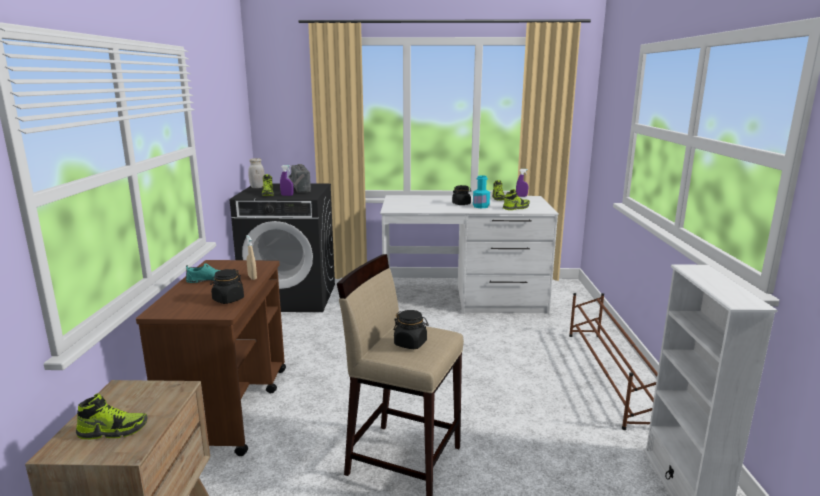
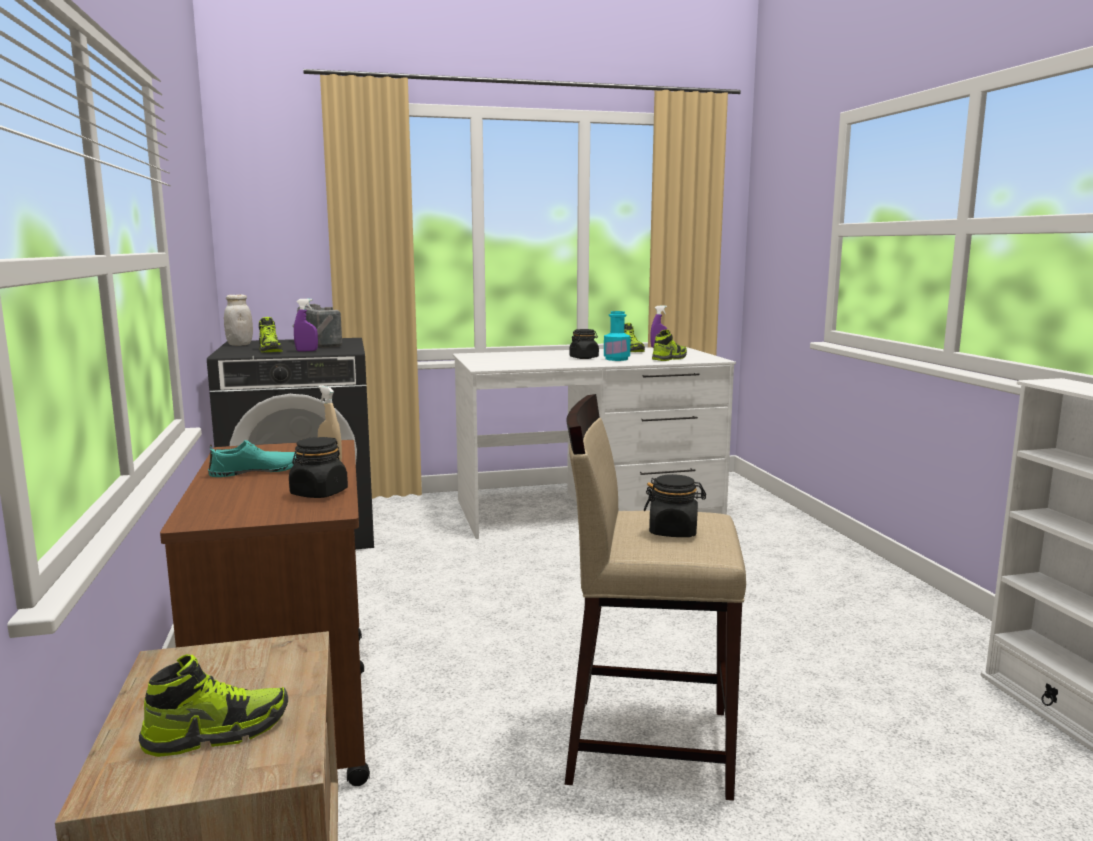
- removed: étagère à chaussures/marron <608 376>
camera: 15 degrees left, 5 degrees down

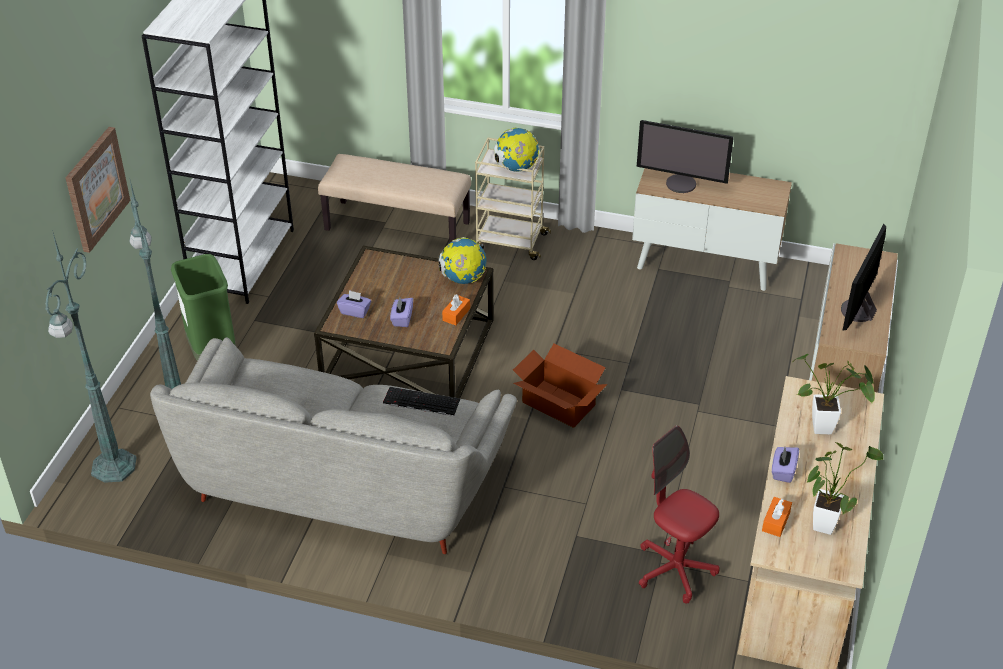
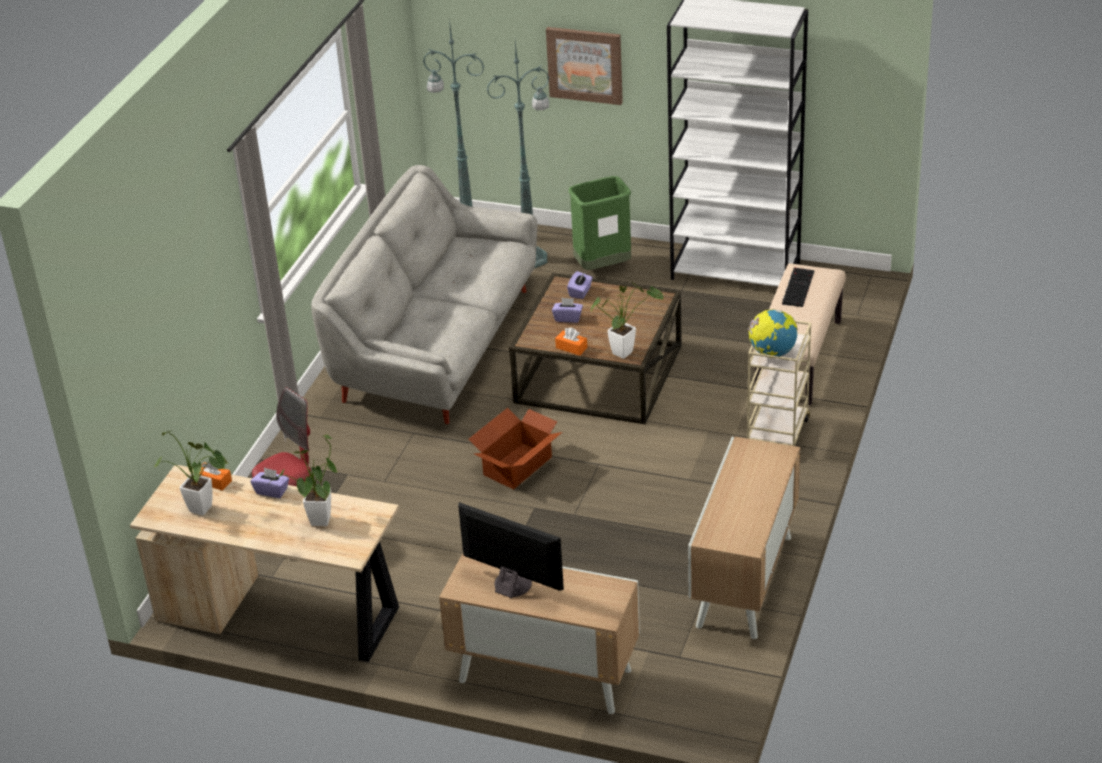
- moved: clavier <420 402> to <797 287>
- replaced: globe <463 279> to plante en pot <625 351>
- removed: écran d'ordinateur <681 183>
camera: 95 degrees right, 5 degrees down

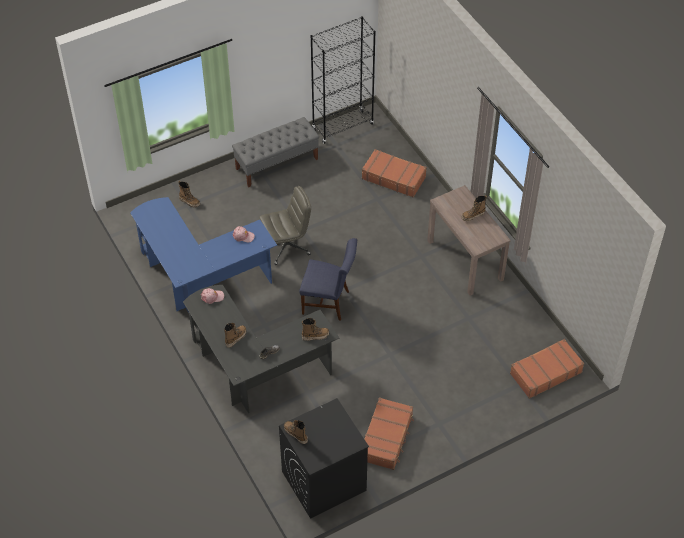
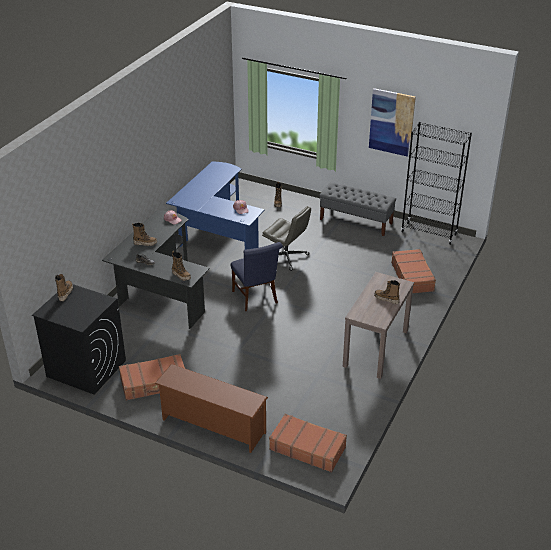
- added: étagère à chaussures/marron <212 426>
- added: tableau <391 122>
camera: 55 degrees right, 15 degrees down

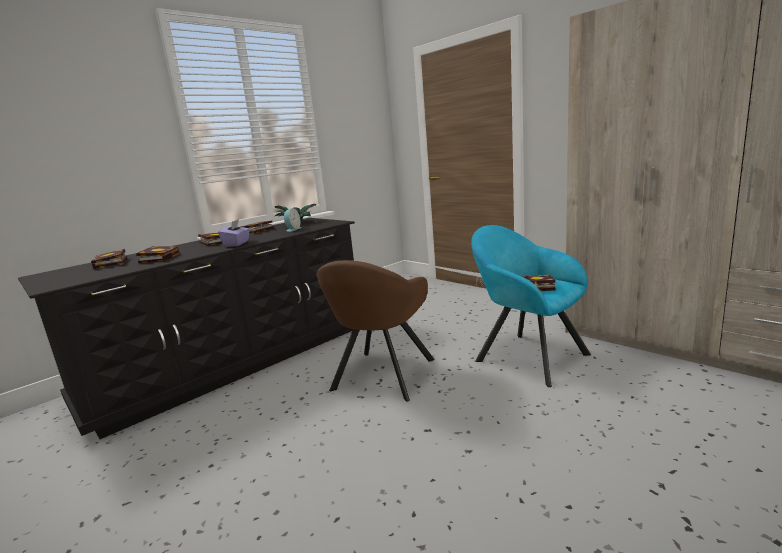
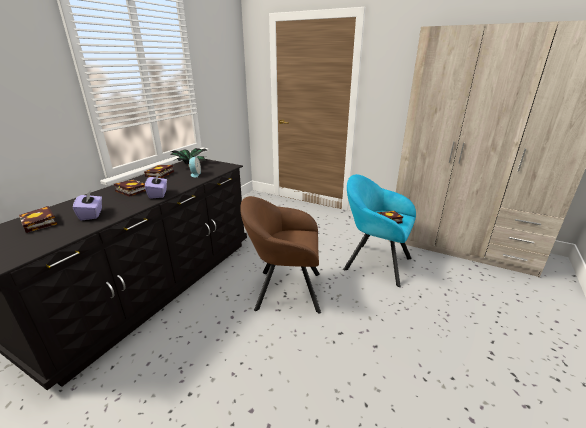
- replaced: livre <159 258> to boîte à mouchoirs/violet <92 214>
- turned: fauteuil/marron <381 377> = <284 290> 90 degrees clockwise
camera: 20 degrees left, 10 degrees up

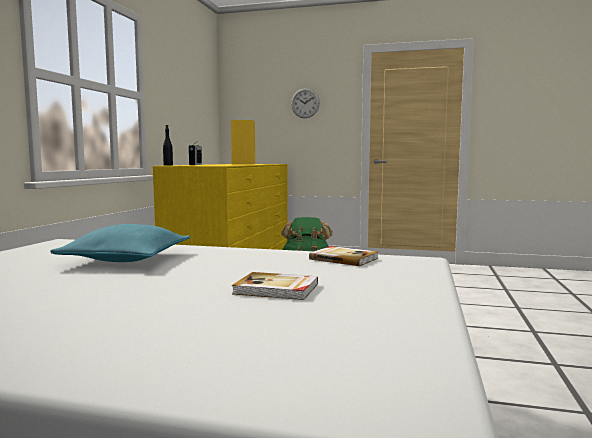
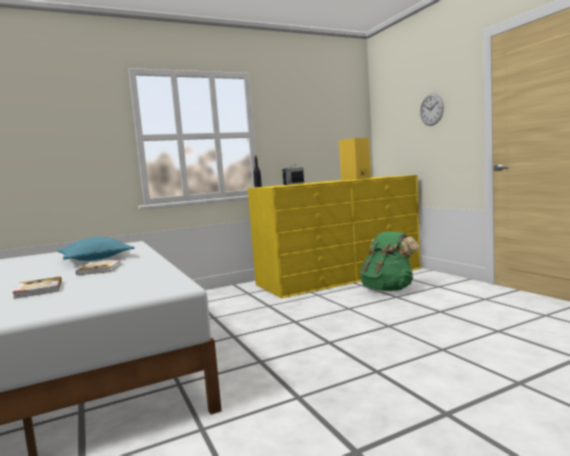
- moved: livre <344 258> to <100 269>
camera: 50 degrees right, 0 degrees up

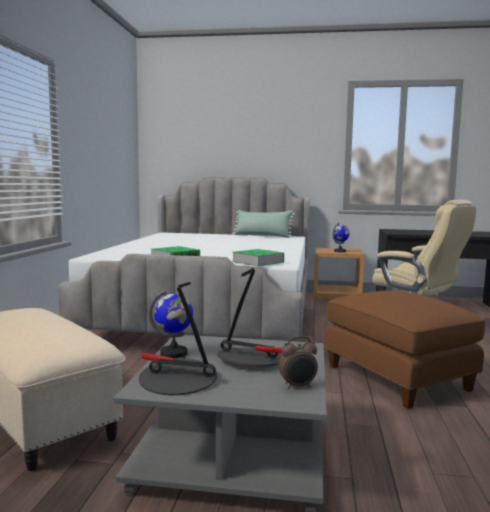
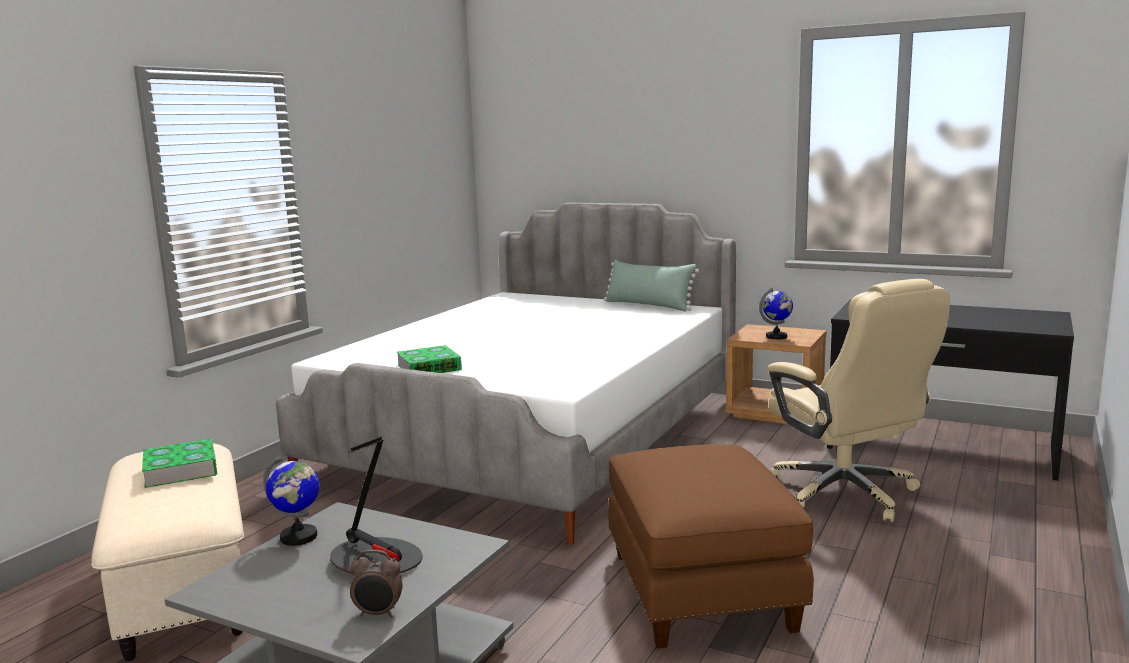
- removed: lampe de table <178 380>
- moved: livre <258 262> to <181 470>
camera: 20 degrees right, 5 degrees up

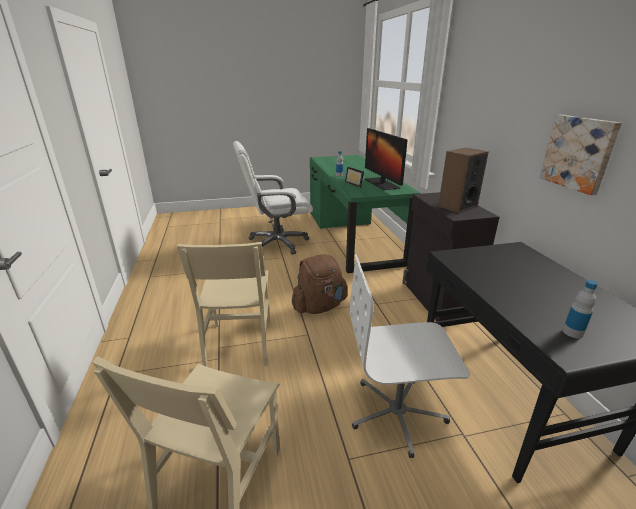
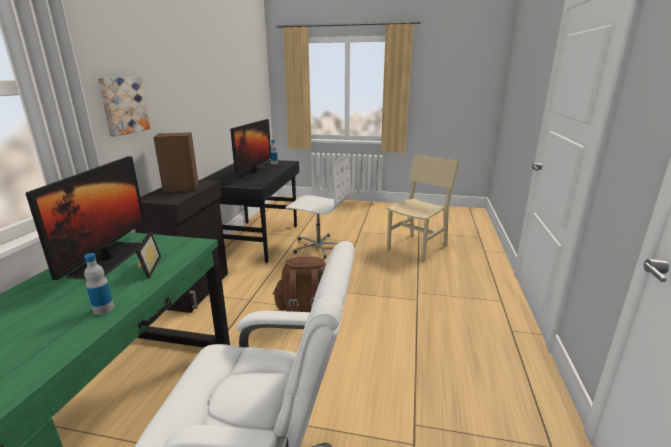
- removed: chaise/beige <239 343>
- moved: tableau <579 153> to <123 105>
- added: écran d'ordinateur <255 173>
camera: 155 degrees left, 5 degrees down

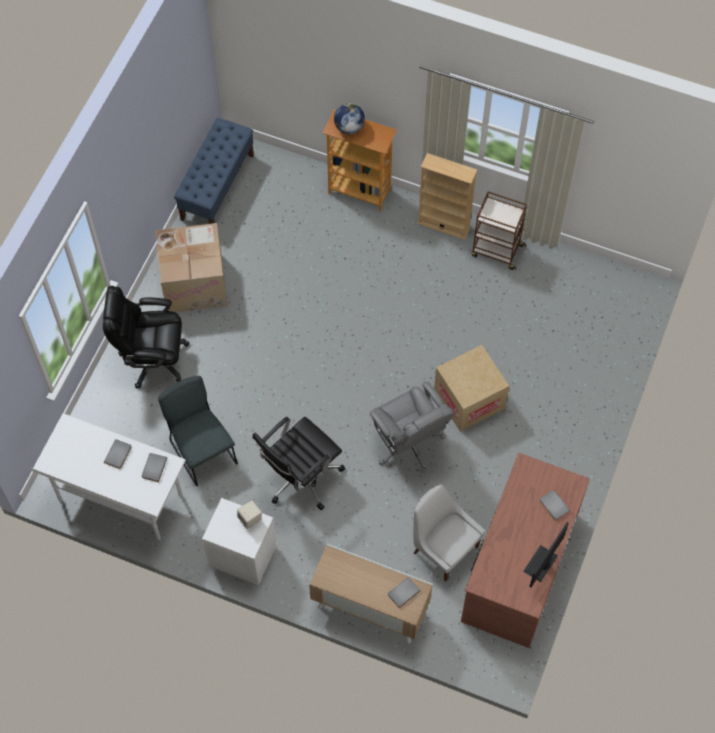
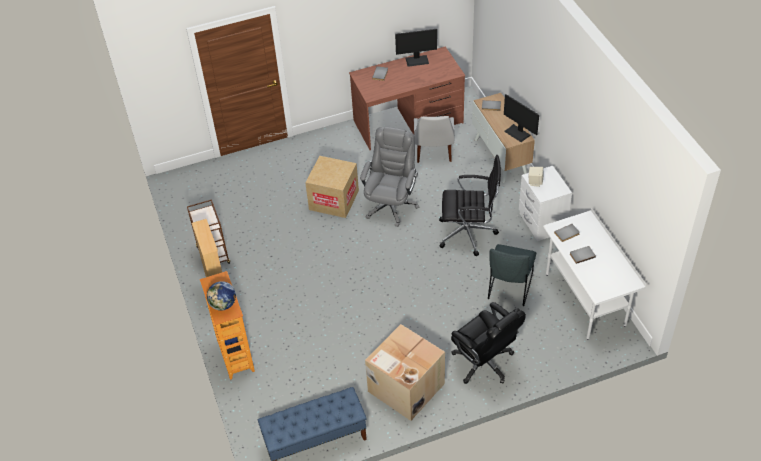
- added: écran d'ordinateur <517 133>
camera: 130 degrees left, 15 degrees down

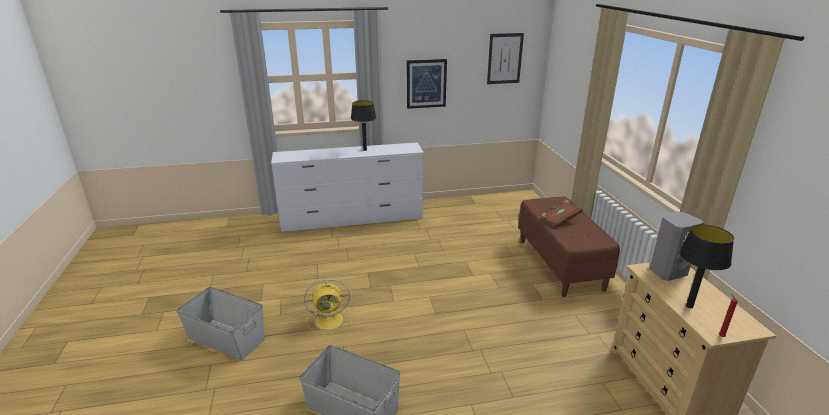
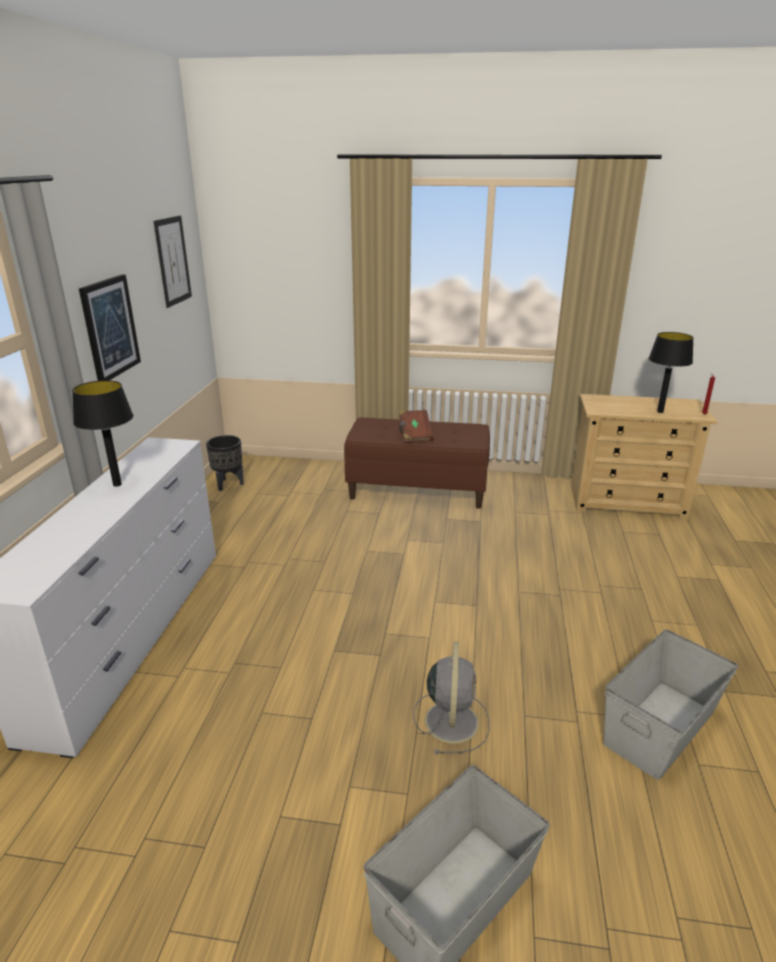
- recoloured: ventilateur/jaune <330 320> to ventilateur/gris <451 720>
- removed: enceinte/gris <666 272>
- added: cache-pot/noir <228 484>
camera: 70 degrees left, 0 degrees up

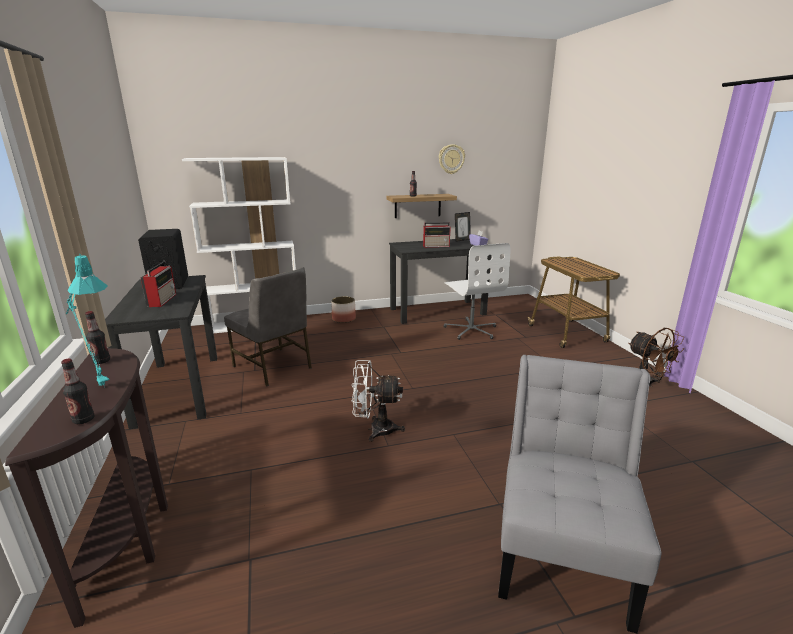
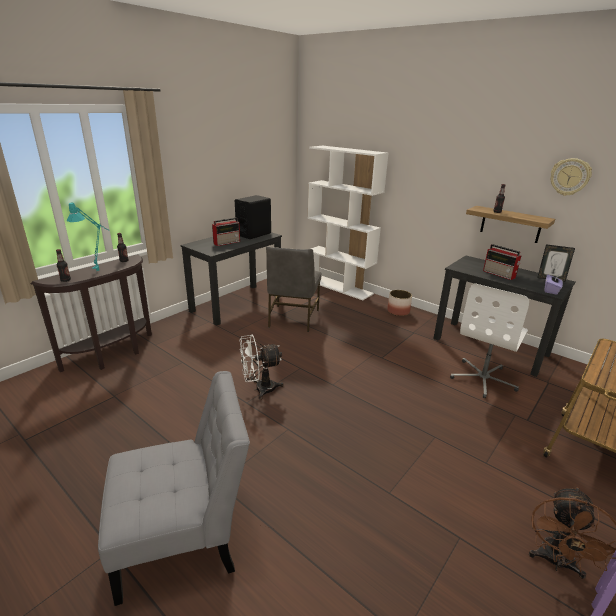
- turned: ventilateur/blanc <375 429> = <260 389> 75 degrees counterclockwise
camera: 55 degrees right, 5 degrees up

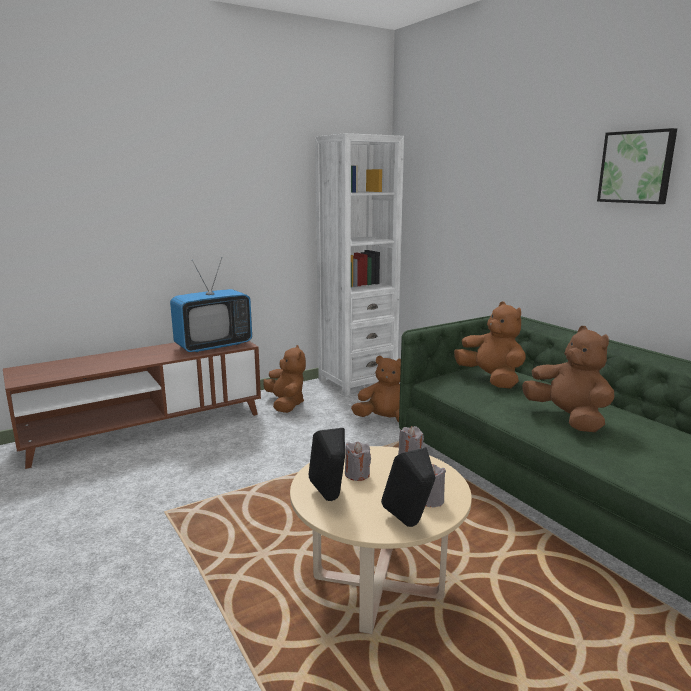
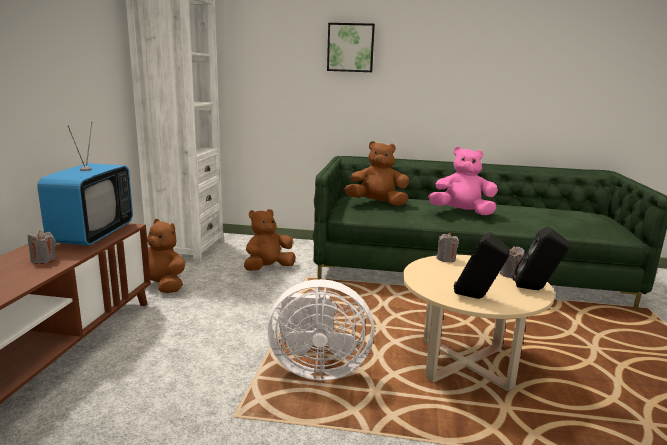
- moved: bougie/gris <357 474> to <44 260>
- recoloured: peluche/marron <567 418> to peluche/rose <461 212>
- moved: tableau <637 167> to <350 48>
- added: ventilateur/blanc <316 368>
camera: 50 degrees left, 0 degrees up

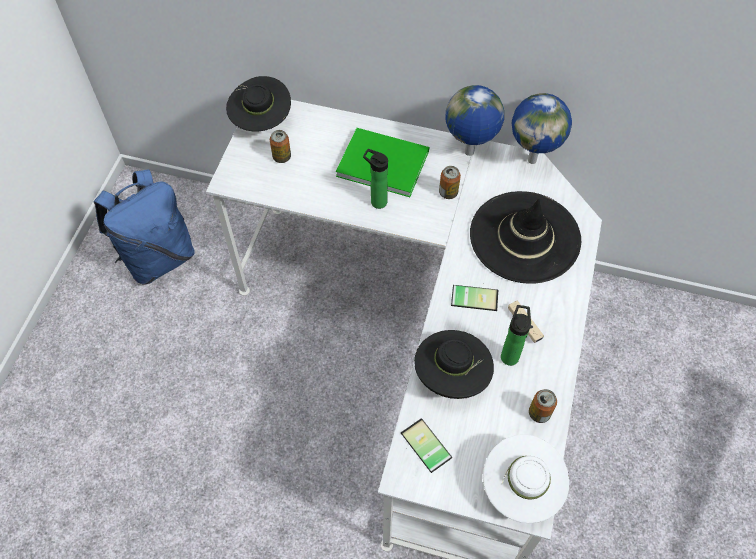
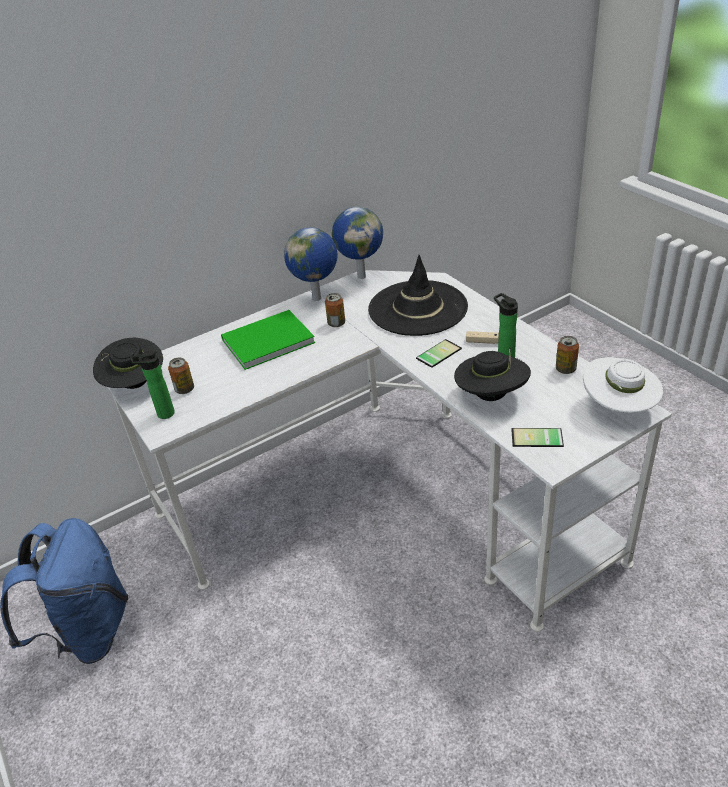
- moved: bouteille <376 201> to <163 414>
camera: 45 degrees left, 20 degrees down

